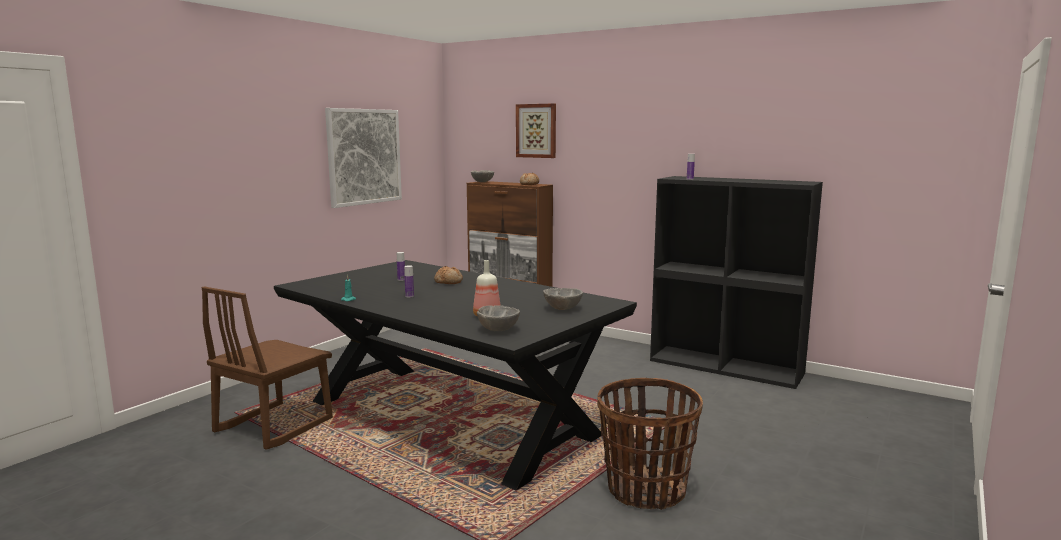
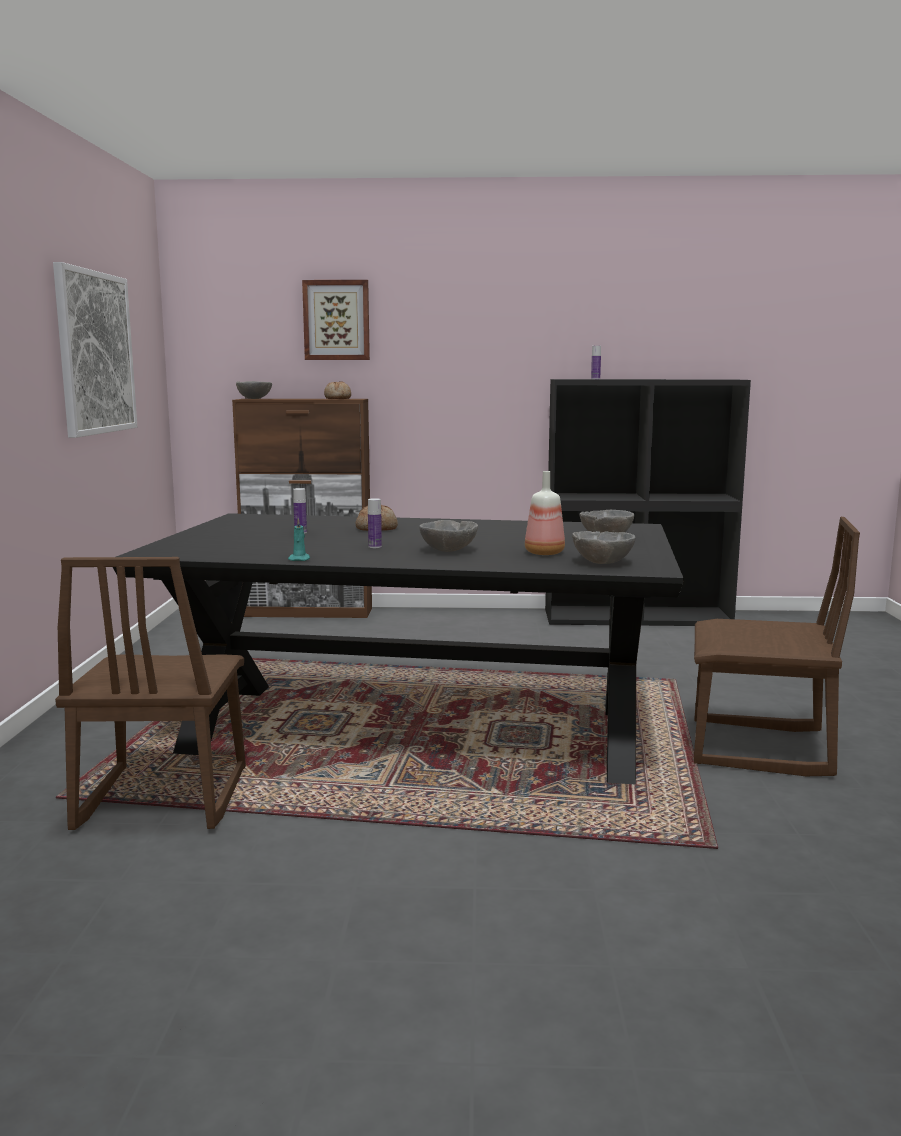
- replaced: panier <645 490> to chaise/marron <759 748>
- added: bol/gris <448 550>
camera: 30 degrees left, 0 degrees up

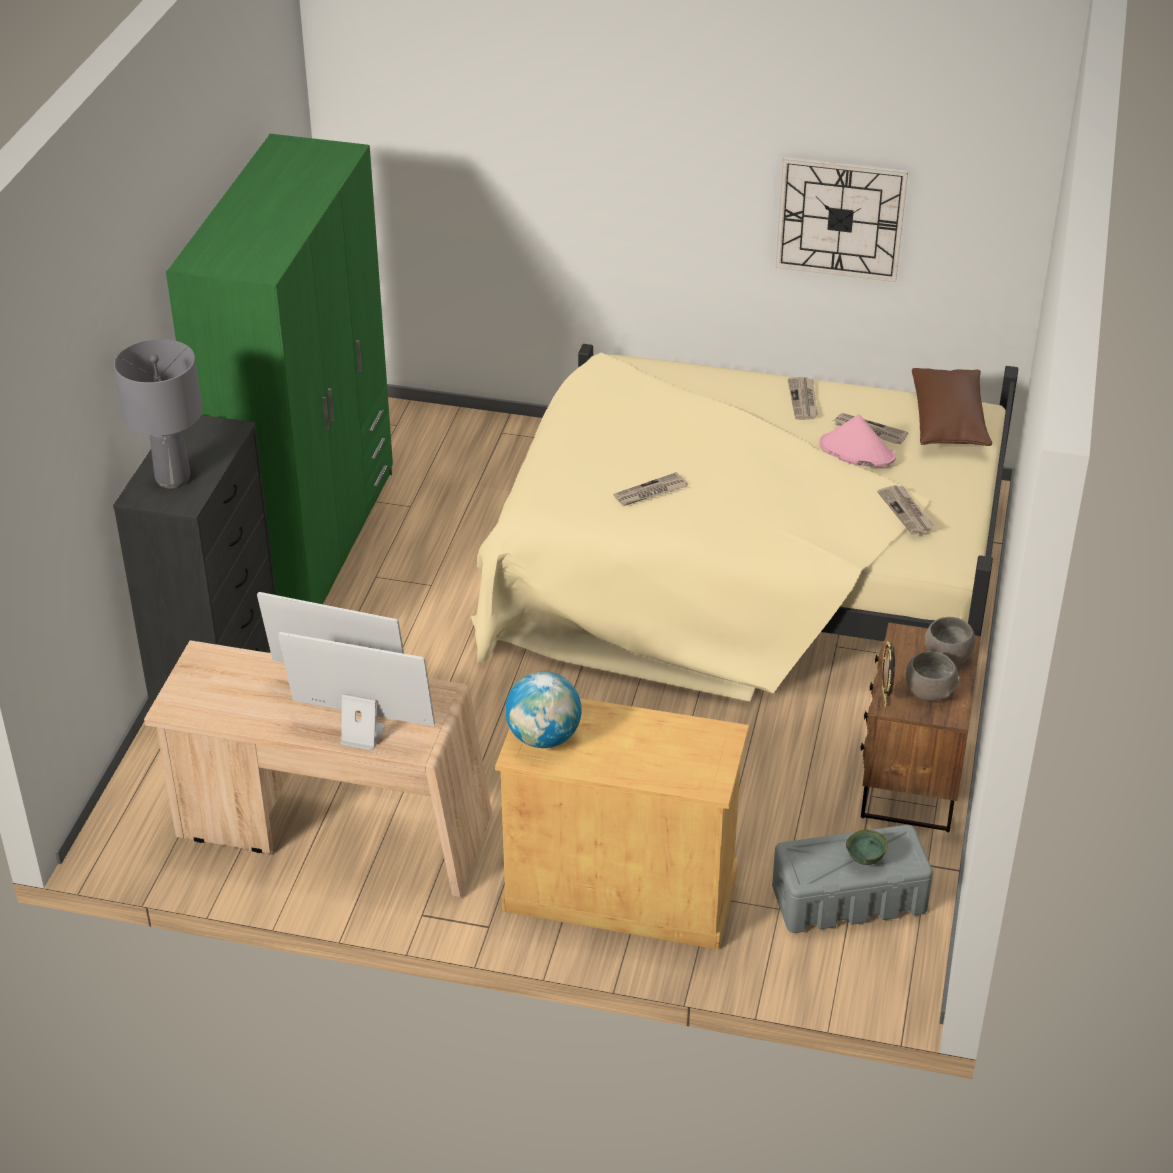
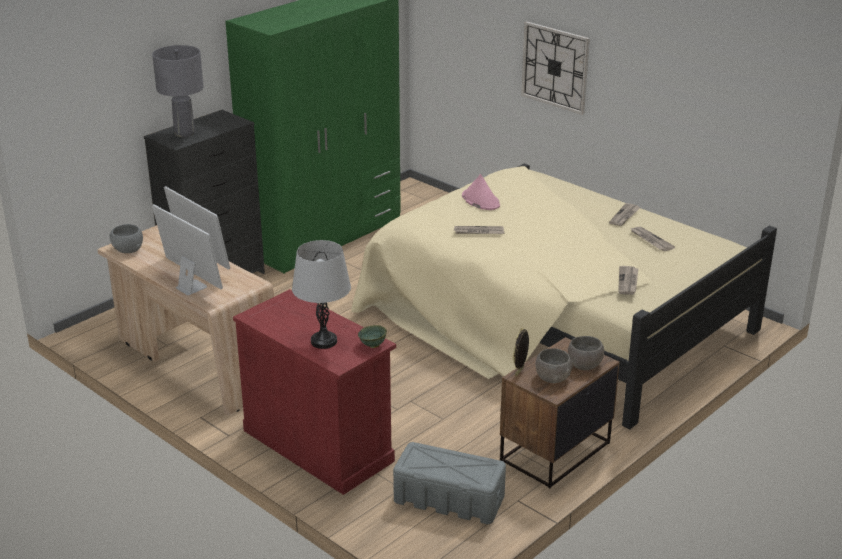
- recoloured: meuble de rangement/beige <621 891> to meuble de rangement/rouge <318 445>
- removed: globe <544 737>
- moved: horloge murale <840 218> to <555 67>
- moved: chapeau/rose <856 451> to <480 200>
- moved: bol/vert <866 860> to <373 346>
- removed: coussin/marron <948 422>
- added: bol/gris <127 250>
- added: lampe de table/gris <324 341>
camera: 30 degrees right, 10 degrees down

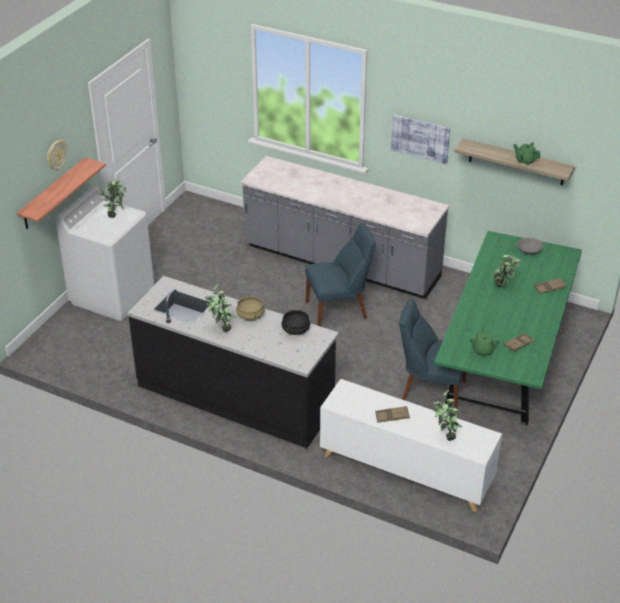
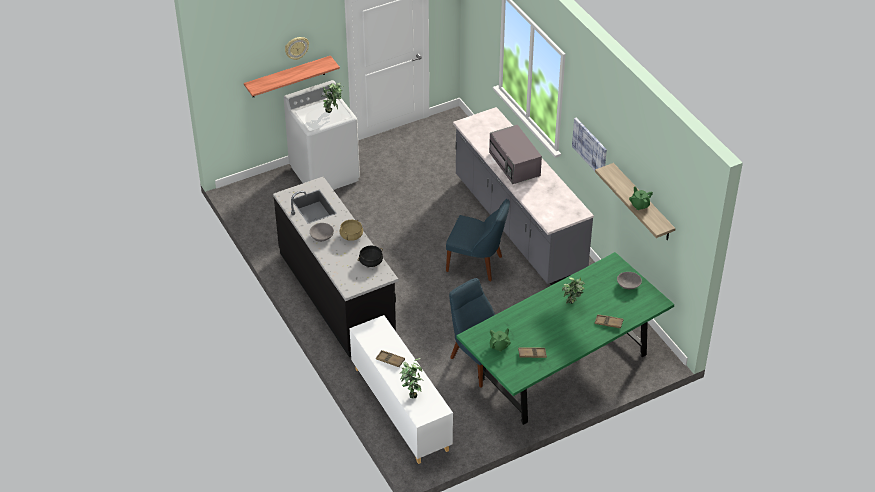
- replaced: plante en pot <221 328> to bol/gris <322 236>
- added: micro-ondes/gris <515 164>
camera: 35 degrees right, 5 degrees up

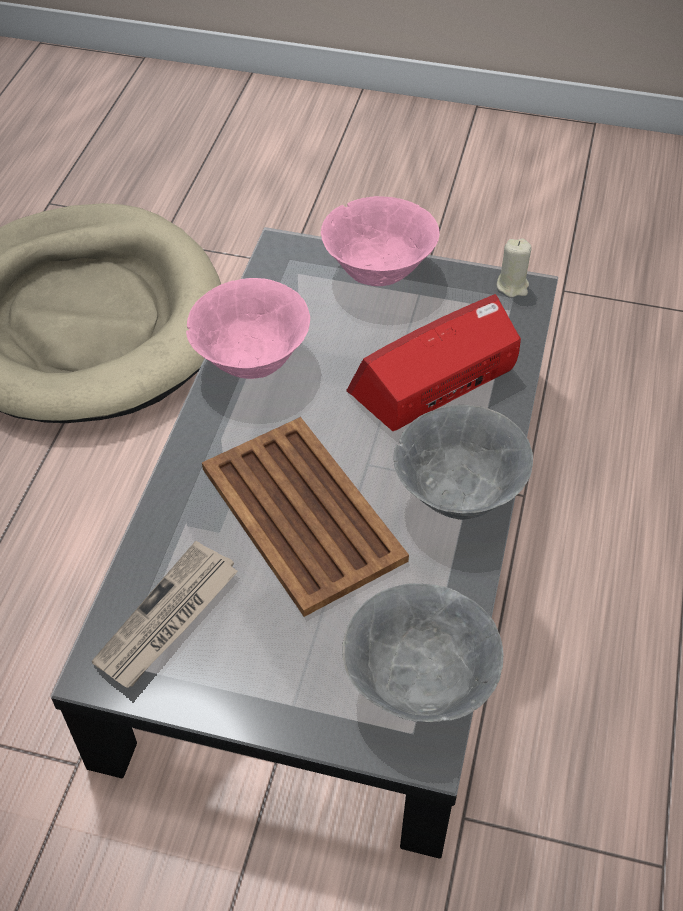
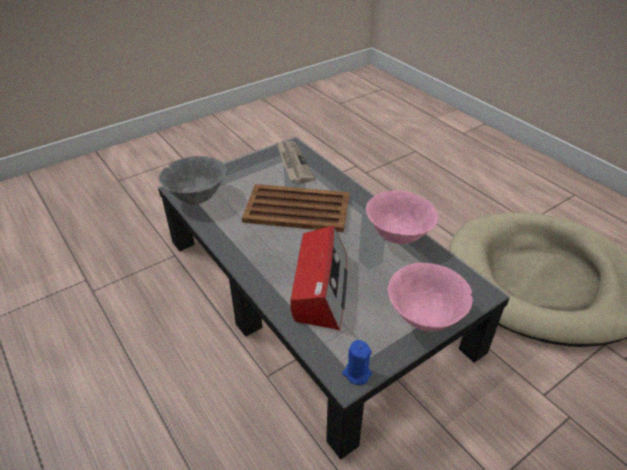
- removed: bol/gris <457 496>
- recoloured: bougie/beige <512 286> to bougie/bleu <356 373>
camera: 130 degrees right, 10 degrees down

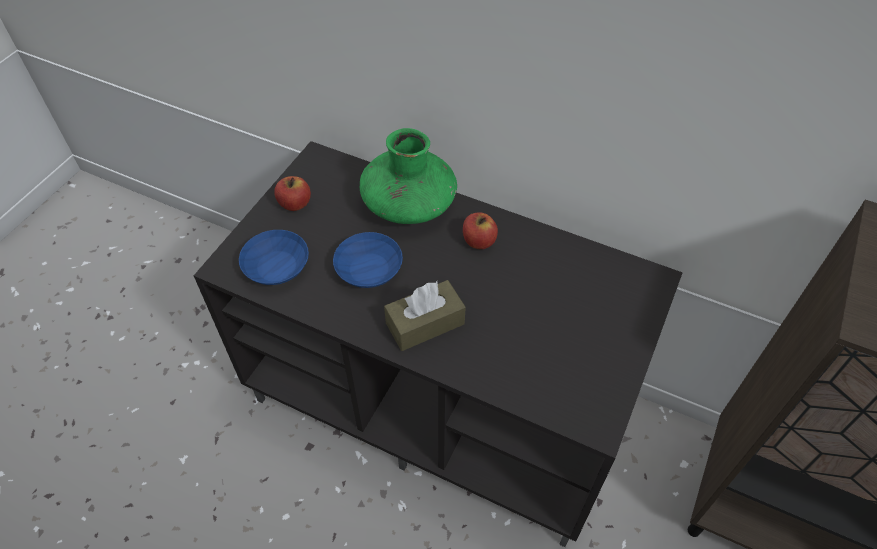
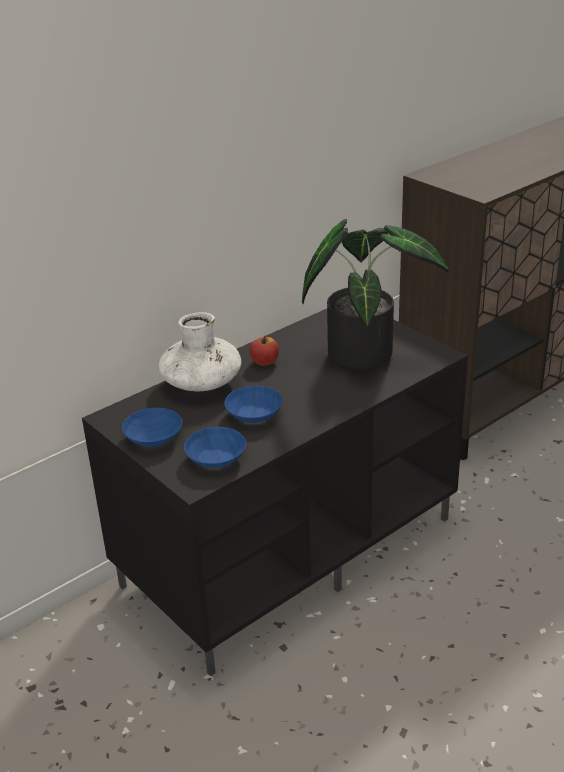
- replaced: pomme <295 204> to bol/bleu <152 437>
- recoloured: vase/vert <409 203> to vase/blanc <201 383>
- removed: boîte à mouchoirs/marron <425 323>
- added: plante en pot <364 351>
camera: 65 degrees left, 20 degrees down

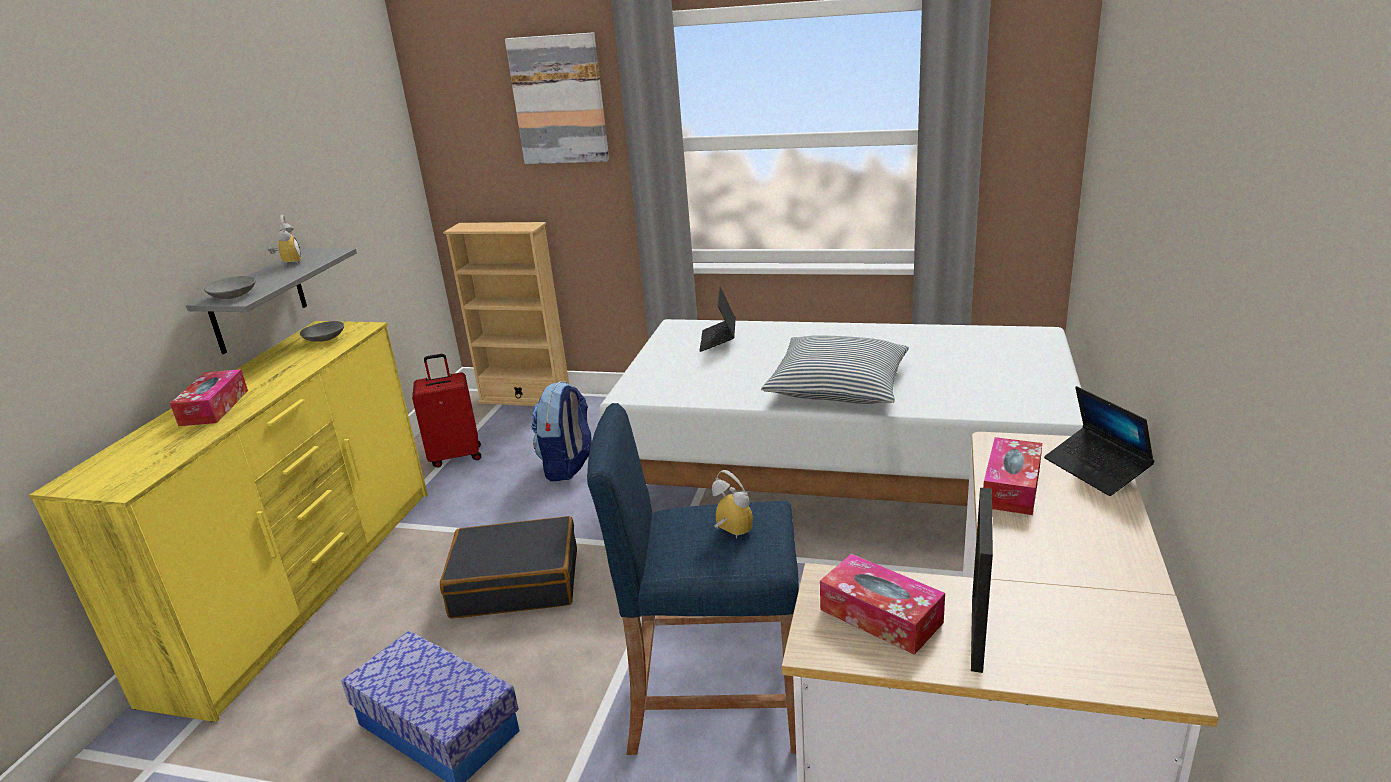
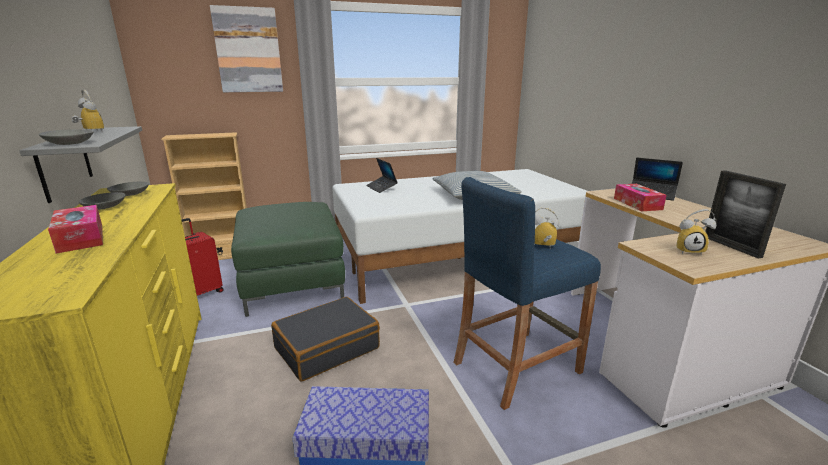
- replaced: sac à dos <568 466> to pouf/vert <292 282>
- replaced: boîte à mouchoirs <880 616> to réveil <689 251>
- added: bol/gris <104 207>
camera: 35 degrees left, 5 degrees down

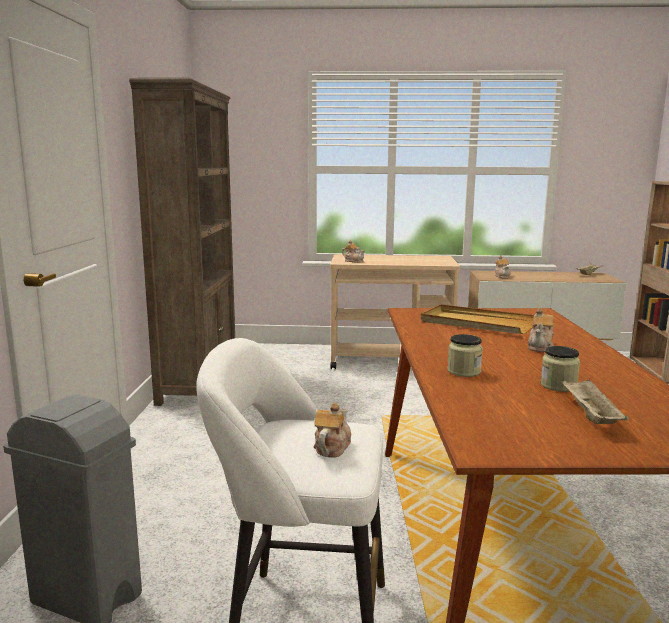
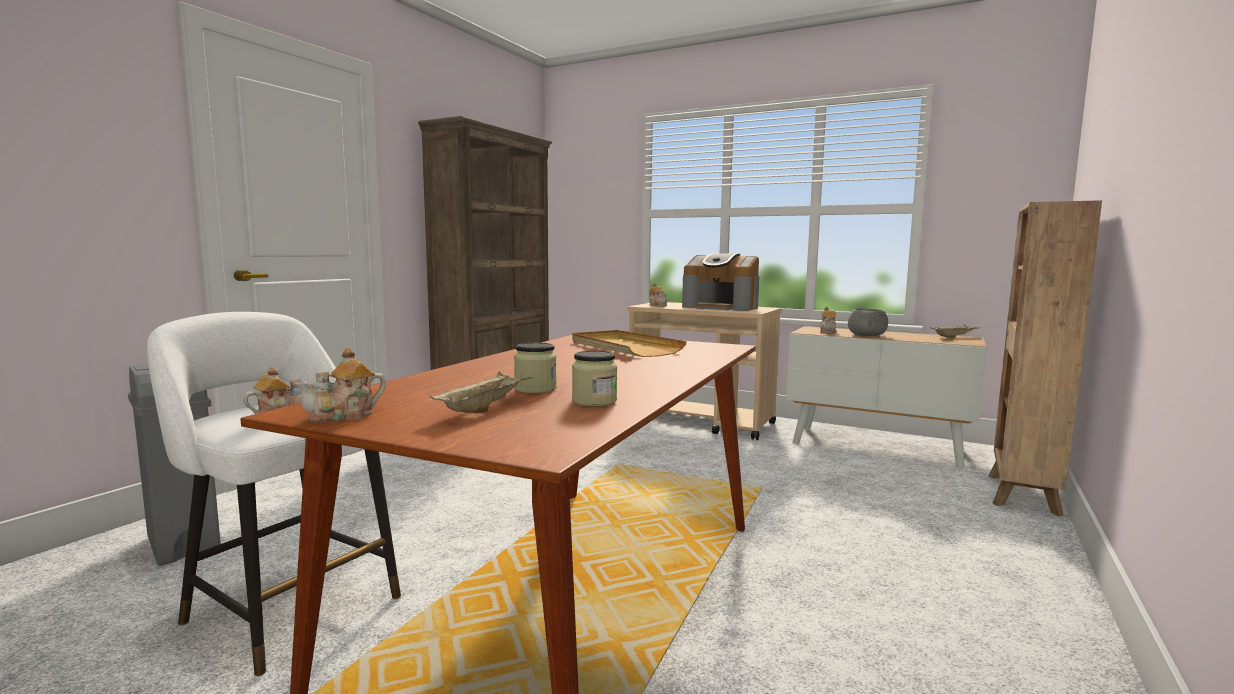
- moved: bocal <464 371> to <594 401>
- moved: théière <540 347> to <344 415>
- added: machine à café <721 307>
- added: bol/gris <866 335>
camera: 25 degrees right, 5 degrees down

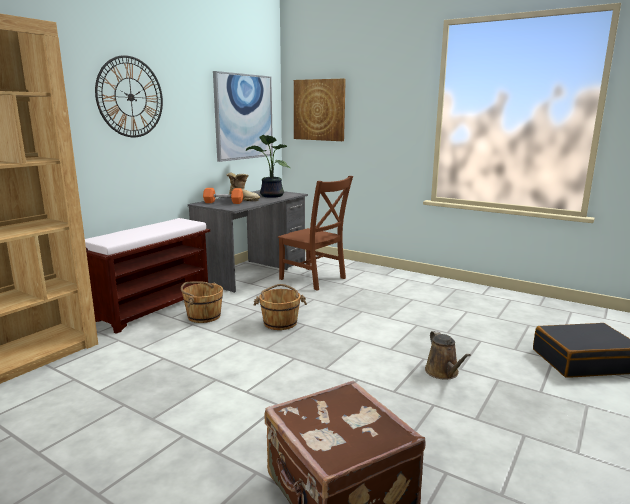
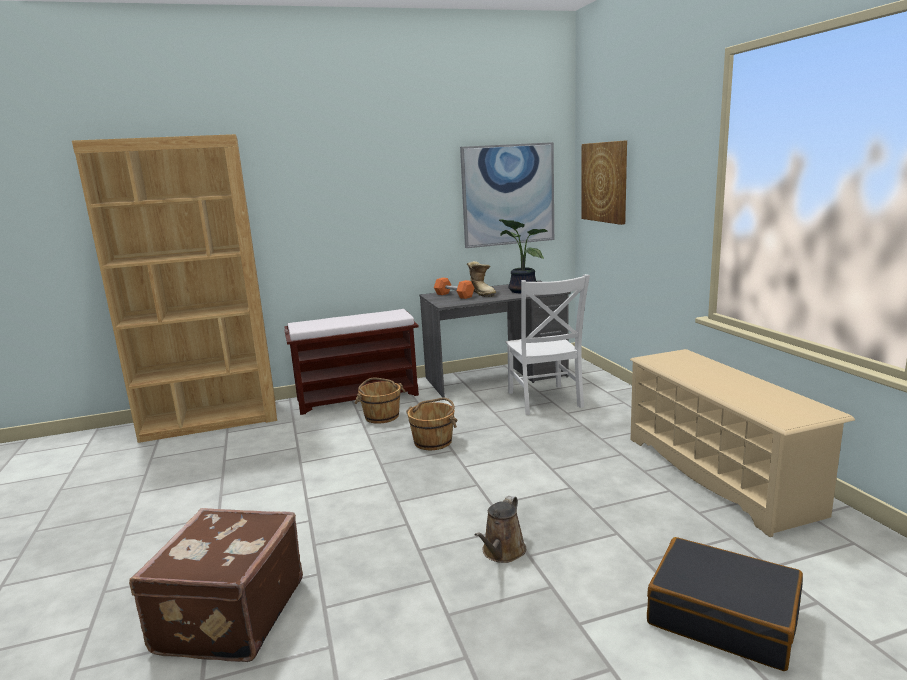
- removed: horloge murale <130 97>
- recoloured: chaise/marron <314 279> to chaise/blanc <545 401>
- added: étagère à chaussures/beige <719 474>
camera: 40 degrees right, 0 degrees up

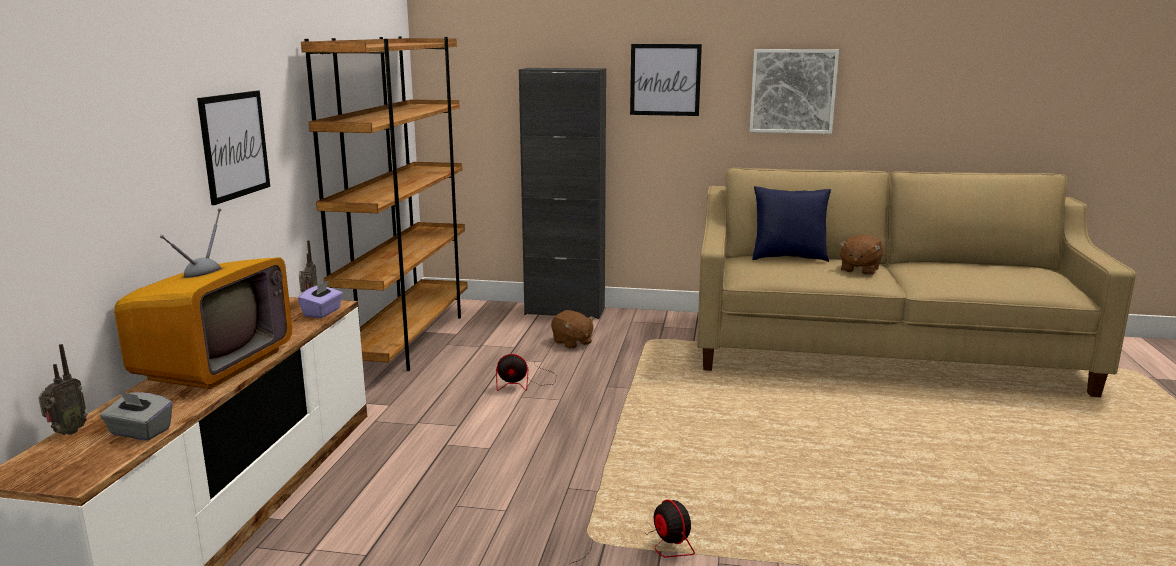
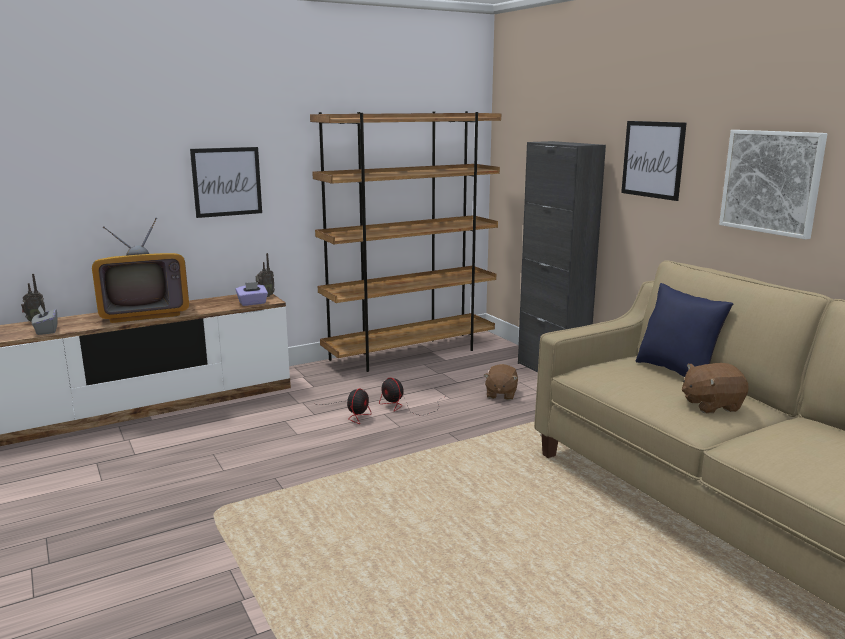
- moved: ventilateur <648 545> to <353 413>
camera: 50 degrees right, 0 degrees up

